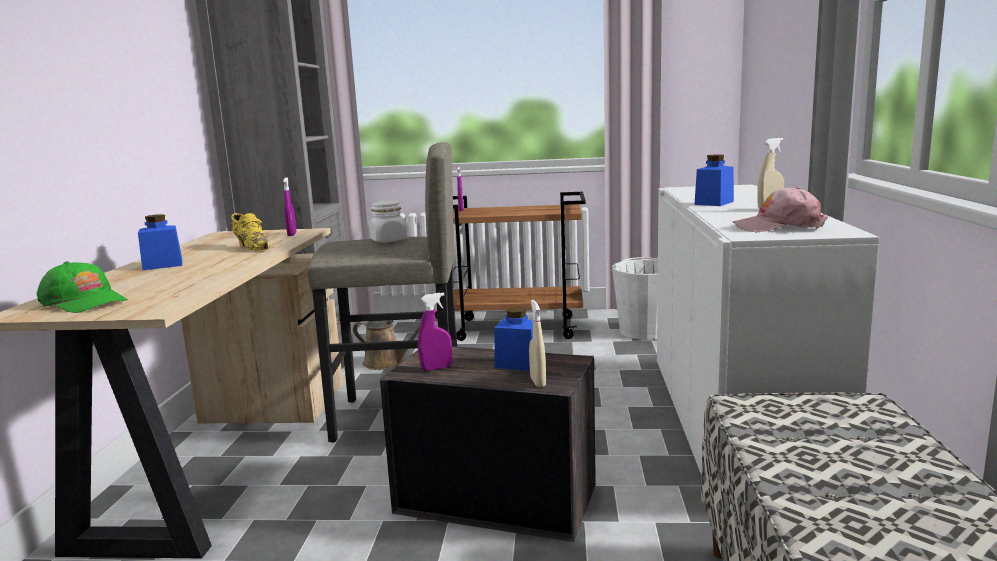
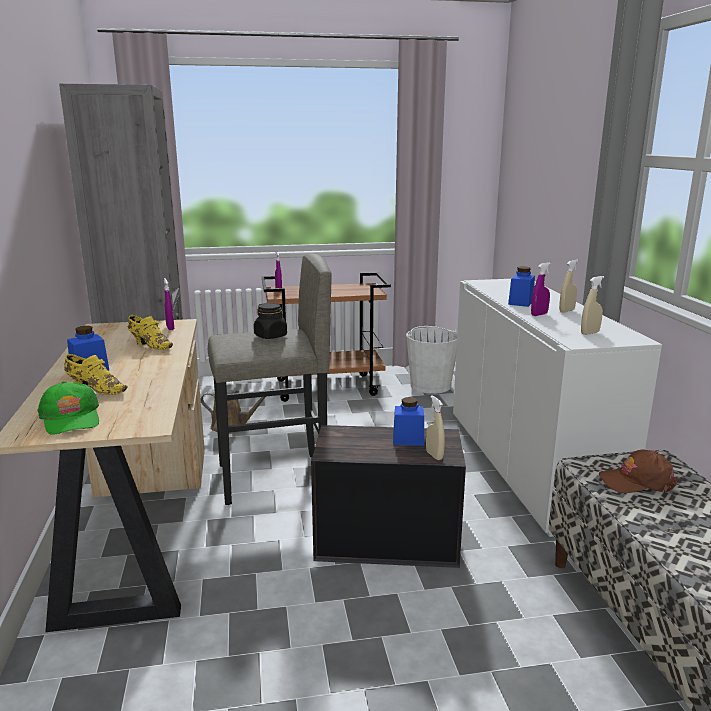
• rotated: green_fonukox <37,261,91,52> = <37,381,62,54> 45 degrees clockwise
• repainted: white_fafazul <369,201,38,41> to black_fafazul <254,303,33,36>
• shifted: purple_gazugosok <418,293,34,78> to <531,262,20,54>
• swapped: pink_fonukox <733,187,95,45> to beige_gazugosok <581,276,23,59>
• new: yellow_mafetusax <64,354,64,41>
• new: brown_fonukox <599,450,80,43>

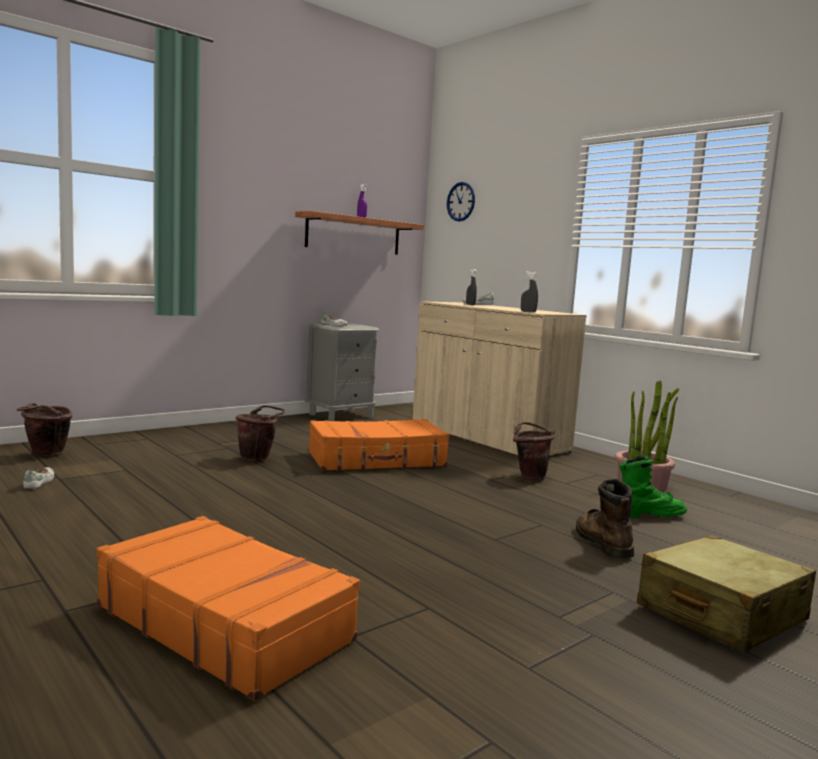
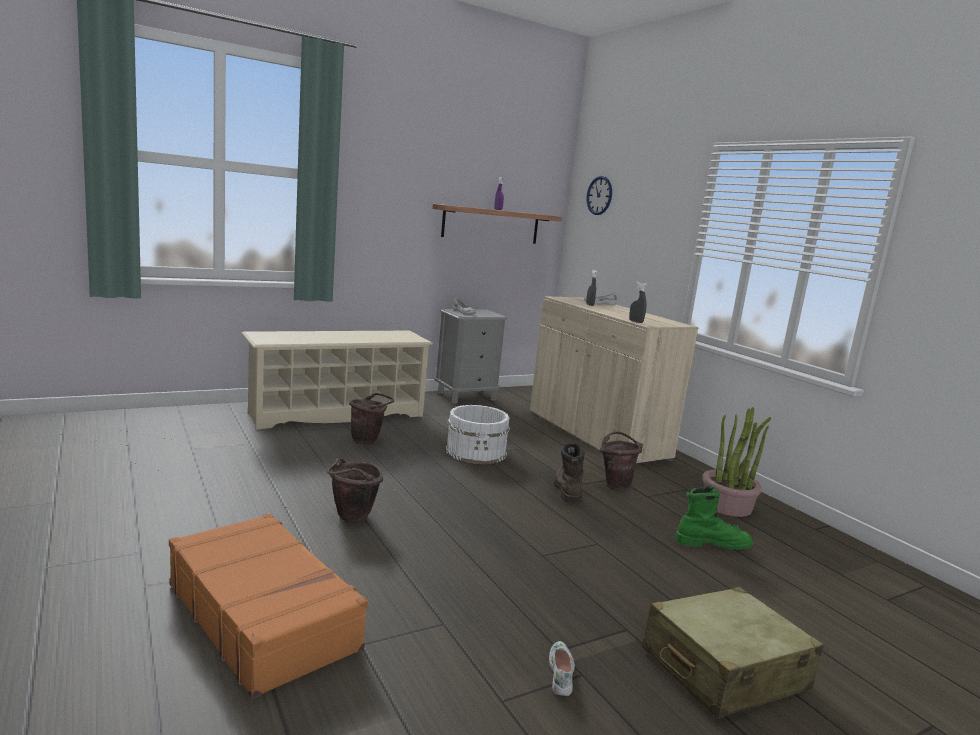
• shifted: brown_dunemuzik <17,403,55,55> to <327,458,56,65>
• shifted: white_mafetusax <23,467,31,21> to <549,641,26,55>
• swapped: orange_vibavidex <309,419,140,52> to white_dunemuzik <445,405,65,59>
• shifted: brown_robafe <576,479,58,79> to <553,443,32,60>
• new: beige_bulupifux <241,331,192,99>

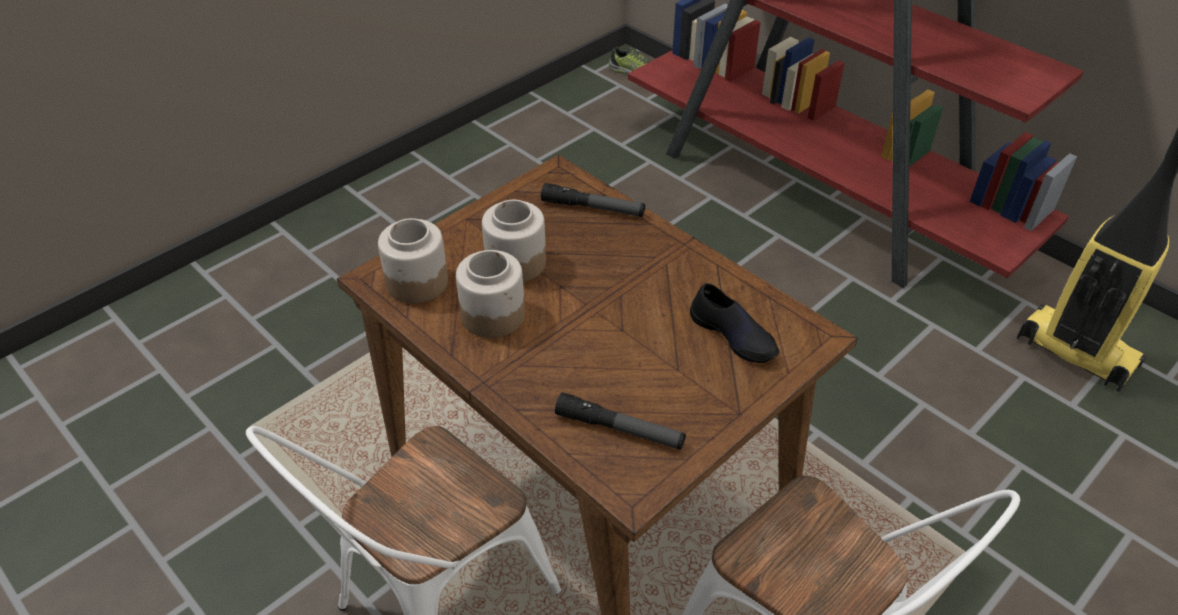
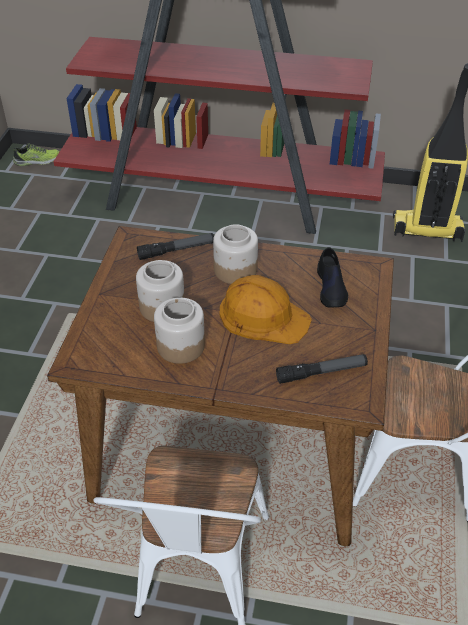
• shifted: fafazul <378,218,70,86> to <213,224,45,60>
• rotated: black_mafetusax <690,283,89,80> = <317,247,31,61> 75 degrees clockwise
• new: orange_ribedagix <220,275,92,69>

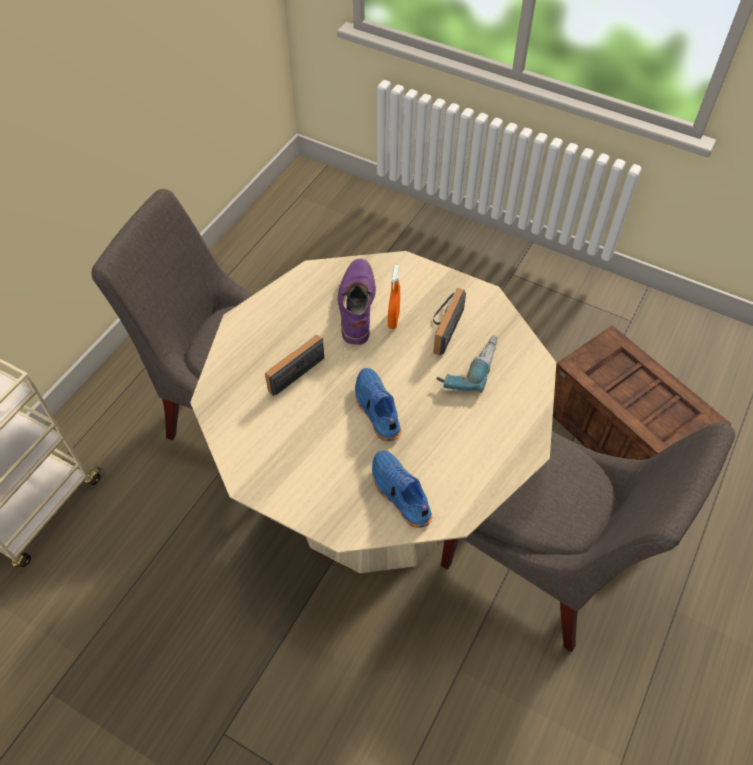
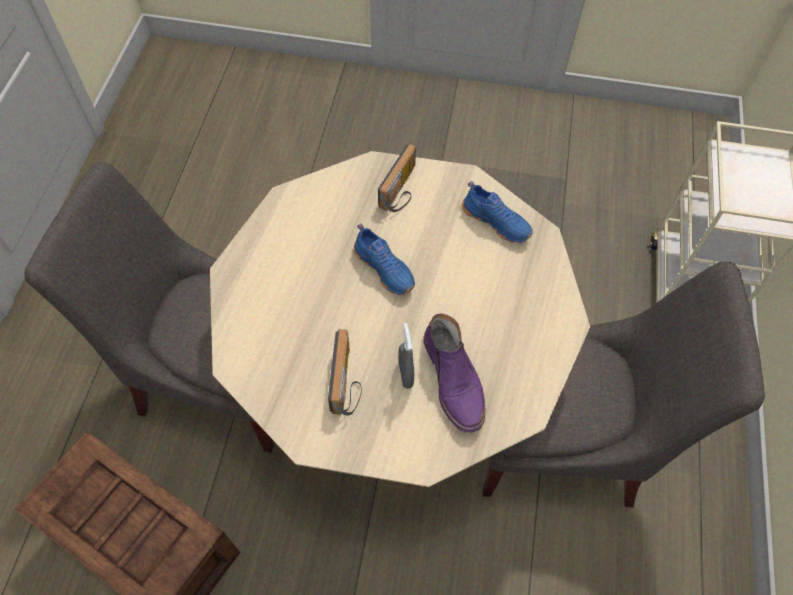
• shifted: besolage <265,335,59,61> to <378,144,38,68>
• shifted: blue_mafetusax <372,450,60,78> to <462,181,71,62>
• repainted: orange_gazugosok <388,265,12,64> to grey_gazugosok <399,323,15,66>
• gone: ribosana <437,335,60,58>

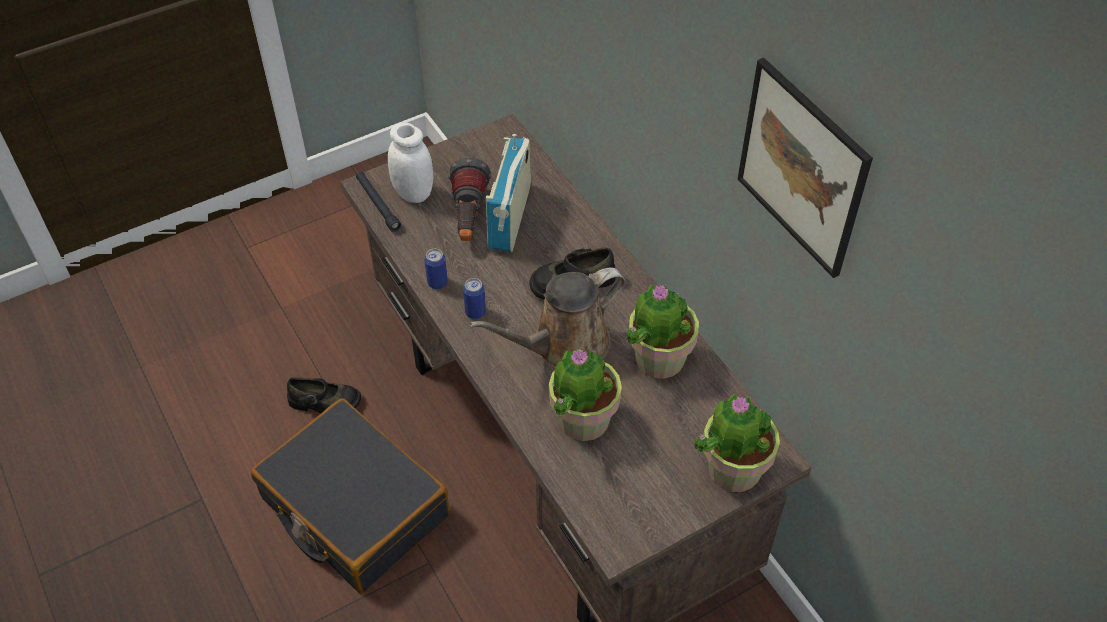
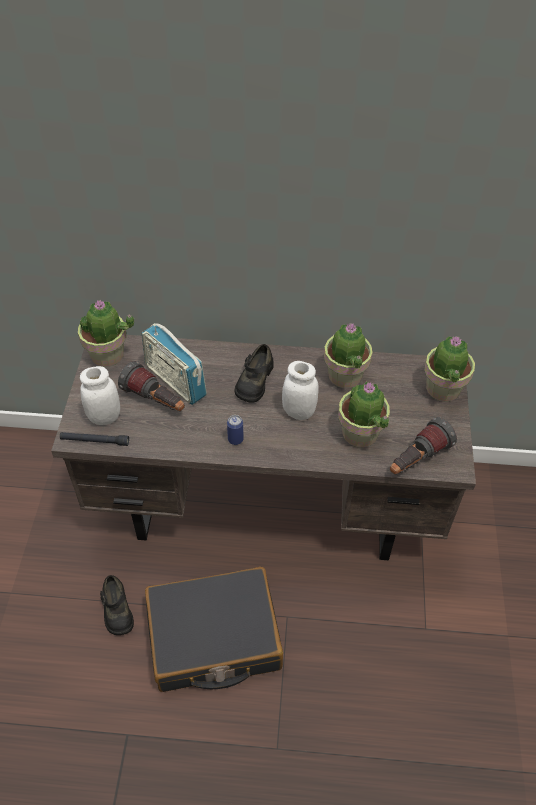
• rotated: black_mafetusax <287,378,74,36> = <100,575,34,60> 120 degrees clockwise
• gone: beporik <424,249,24,40>
• swapped: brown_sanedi <469,267,156,101> to white_fafazul <282,361,37,59>
• gone: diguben <738,58,135,220>
• new: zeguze <78,299,57,68>
• new: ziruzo <390,417,67,57>

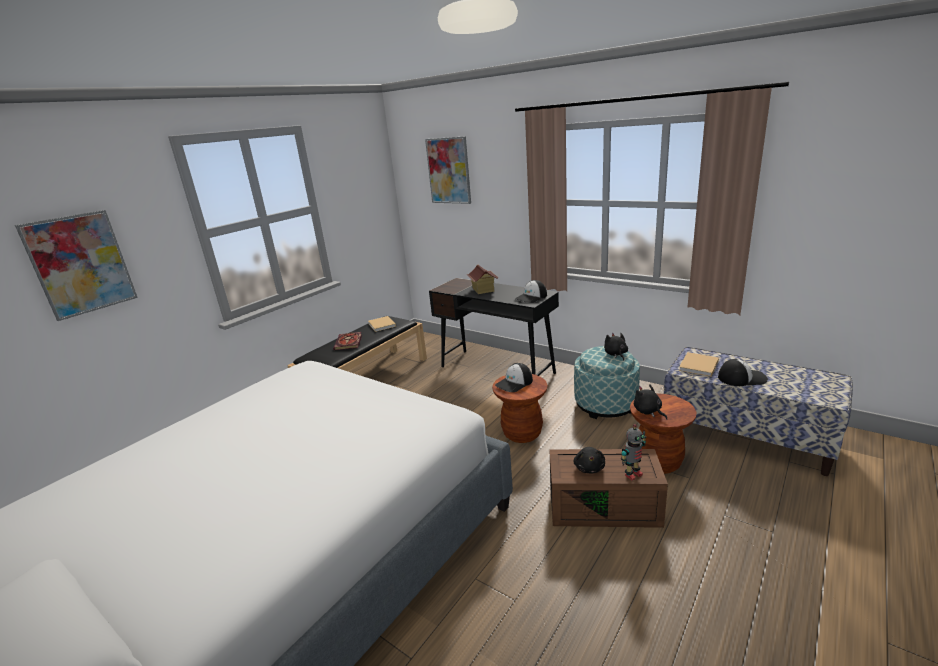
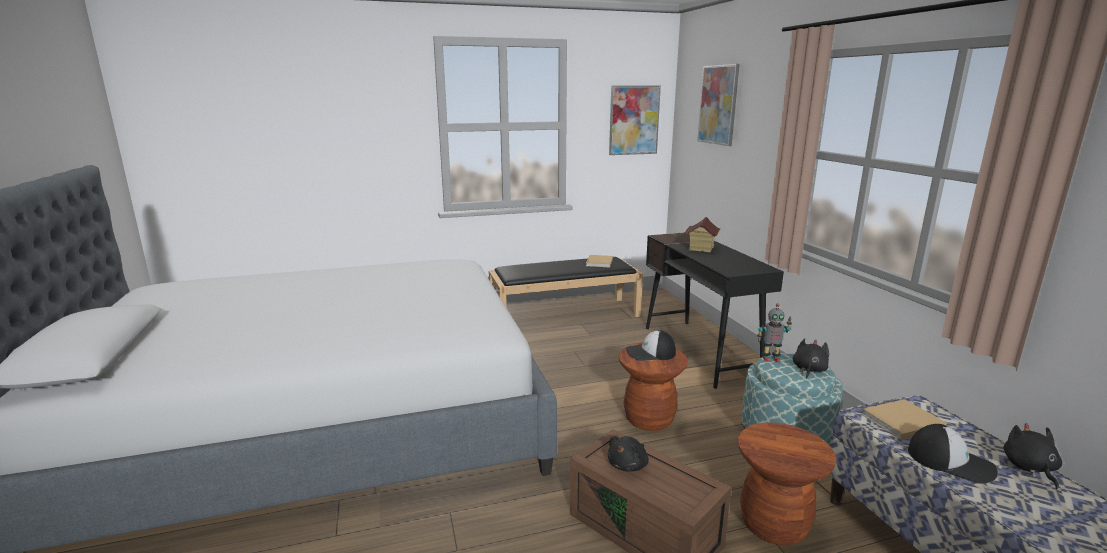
• shifted: diguben <15,210,123,111> to <609,86,52,69>
• gone: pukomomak <333,332,29,18>
• gone: fonukox <515,280,32,23>
• shifted: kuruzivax <621,424,25,57> to <757,304,35,58>
• shifted: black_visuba <634,385,33,35> to <1004,423,58,66>

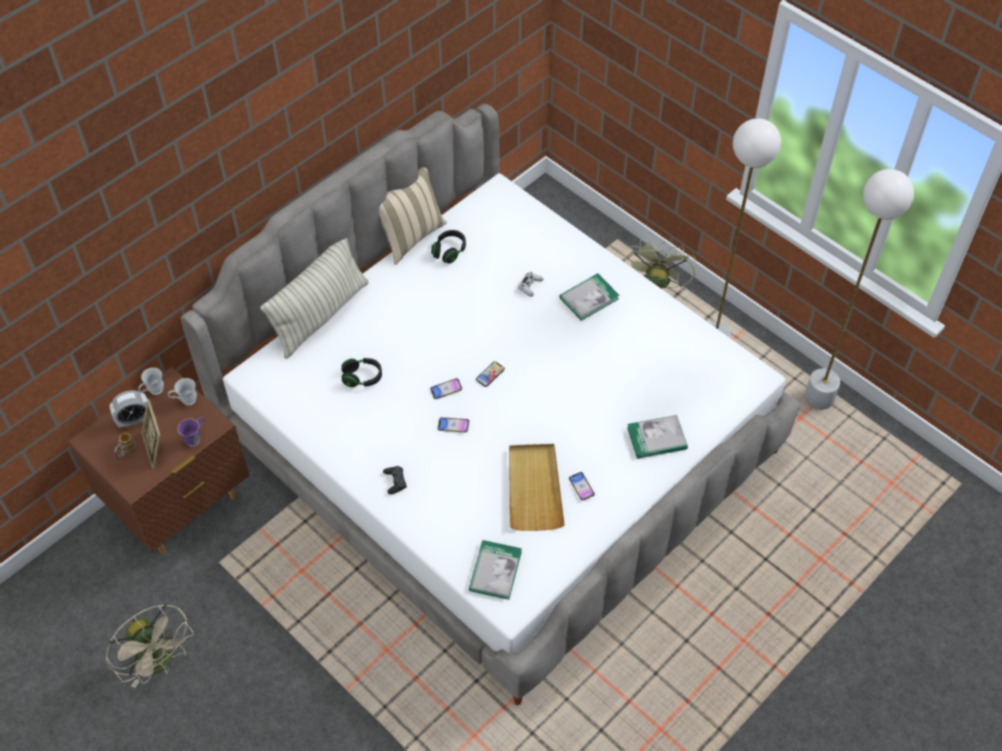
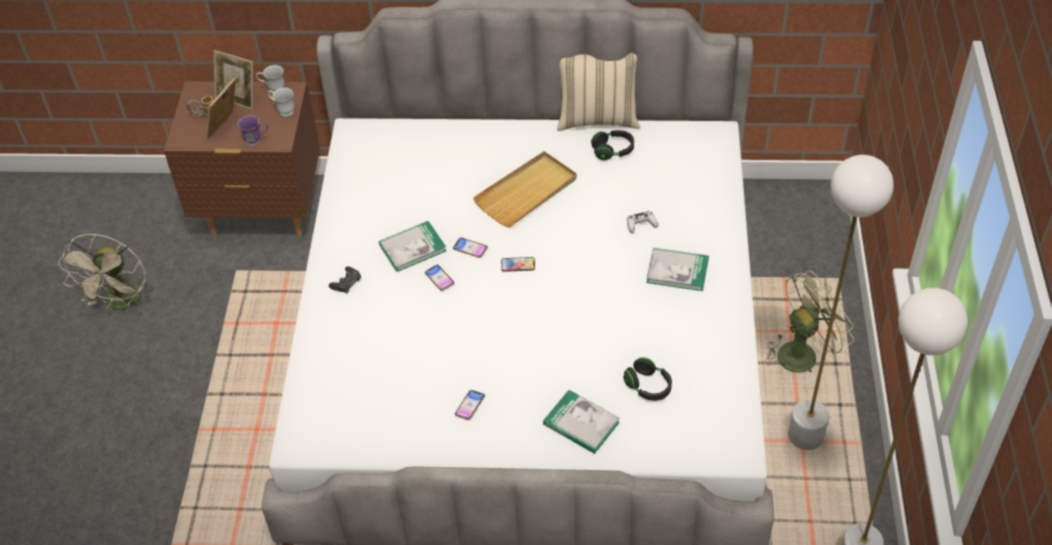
• swapped: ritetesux <109,390,38,38> to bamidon <214,50,39,60>
• gone: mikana <260,238,109,121>
• shifted: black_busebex <341,358,41,29> to <623,357,49,44>
• shifted: pukomomak <469,540,53,60> to <379,221,67,51>
• shifted: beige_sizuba <509,444,56,87> to <473,151,104,76>

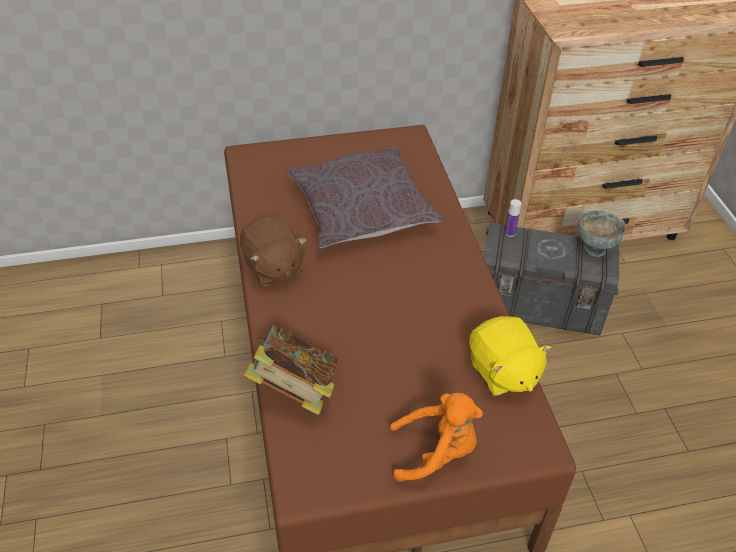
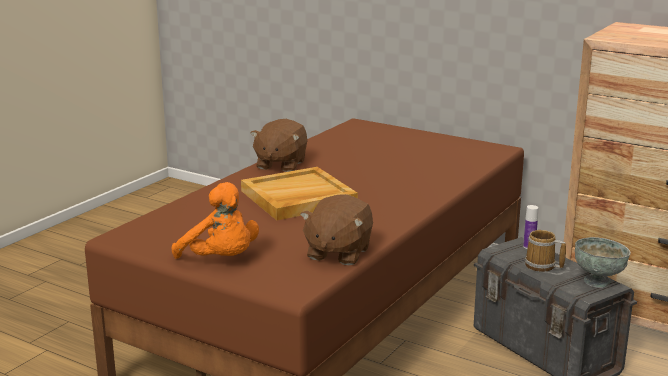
• gone: pukomomak <244,325,95,90>
• gone: grey_mikana <286,146,156,102>
• repainted: yellow_visuba <469,316,83,80> to brown_visuba <300,194,73,71>
• new: beige_sizuba <241,167,117,53>
• new: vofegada <525,230,41,42>

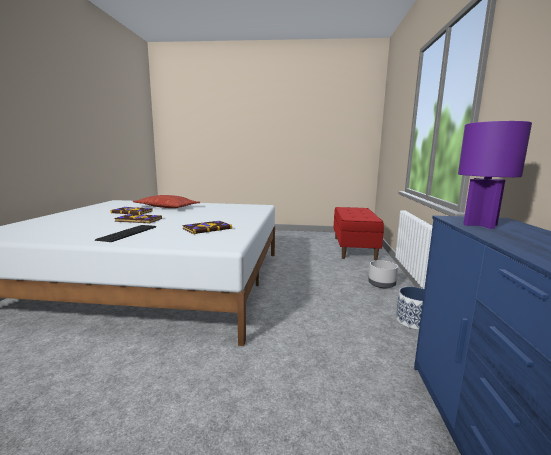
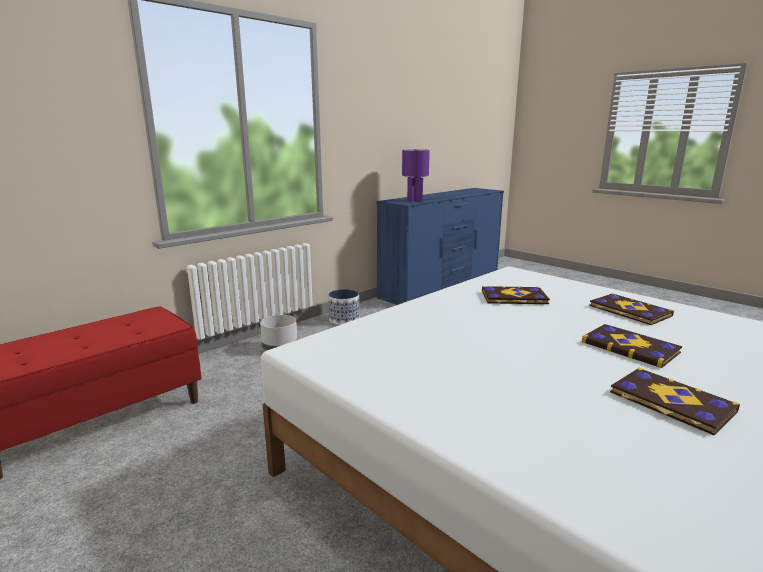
• swapped: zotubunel <95,225,61,17> to pukomomak <589,293,85,32>
• gone: mikana <133,195,67,13>

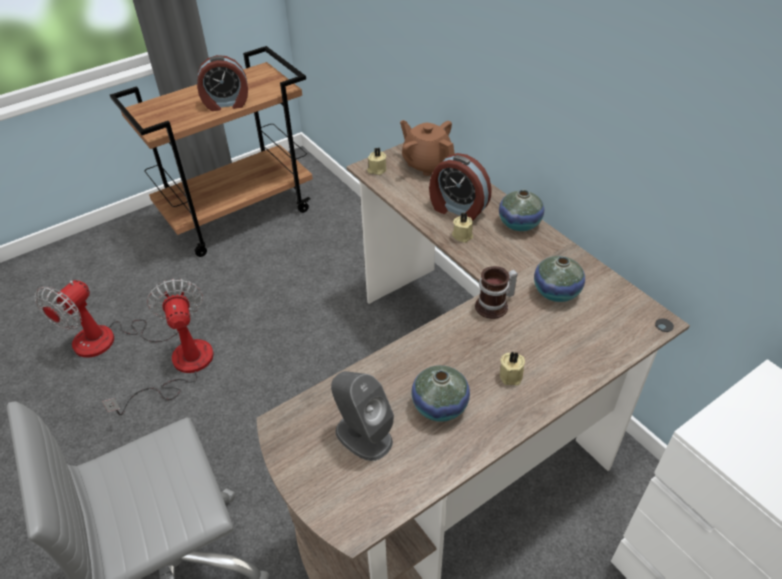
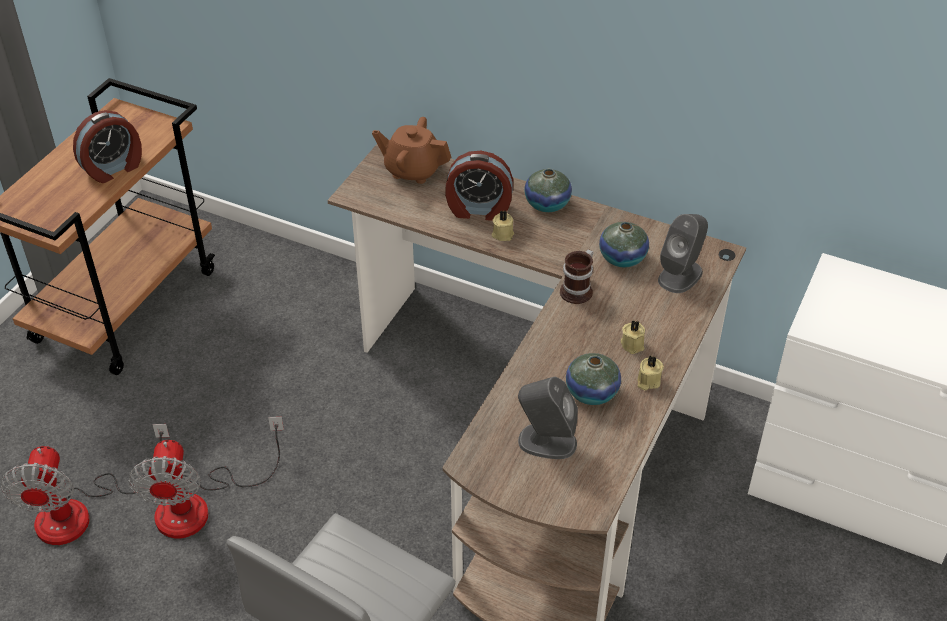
• rotated: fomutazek <102,279,112,136> = <128,417,156,121> 135 degrees counterclockwise
• shifted: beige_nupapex <367,147,19,28> to <638,356,26,34>
• new: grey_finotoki <658,214,50,79>

